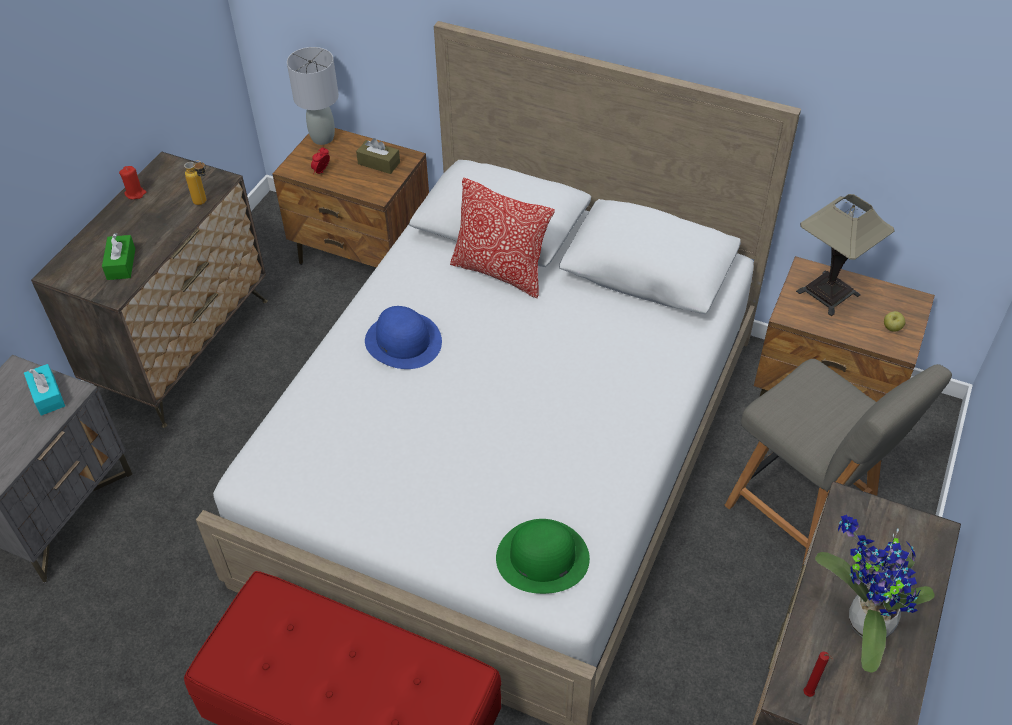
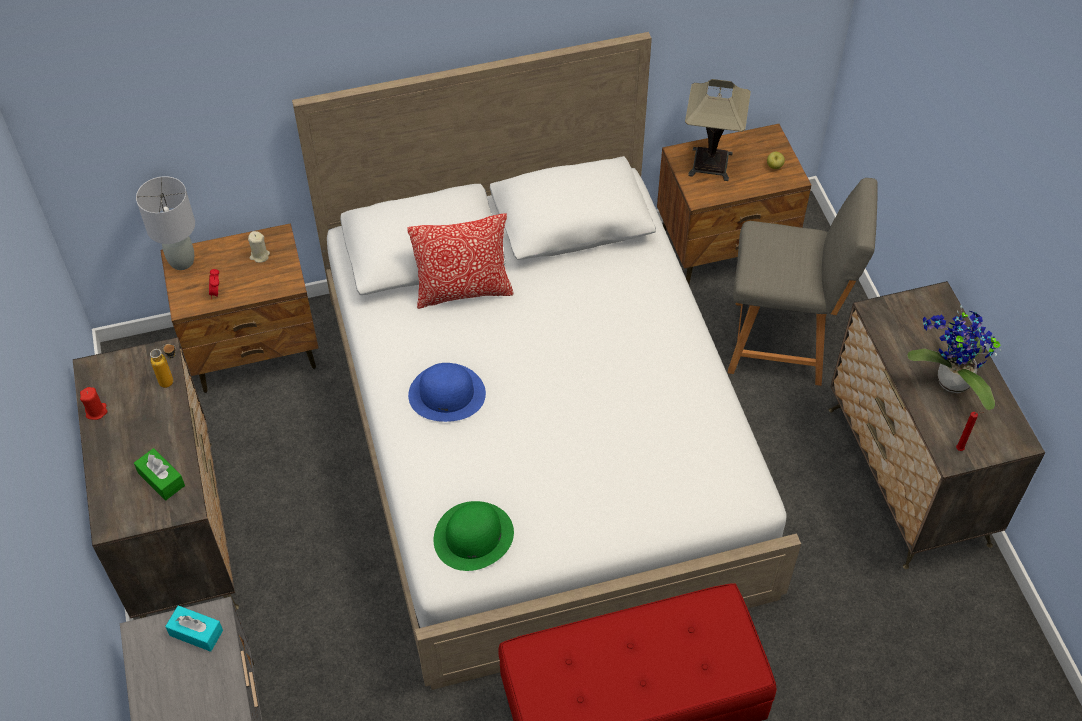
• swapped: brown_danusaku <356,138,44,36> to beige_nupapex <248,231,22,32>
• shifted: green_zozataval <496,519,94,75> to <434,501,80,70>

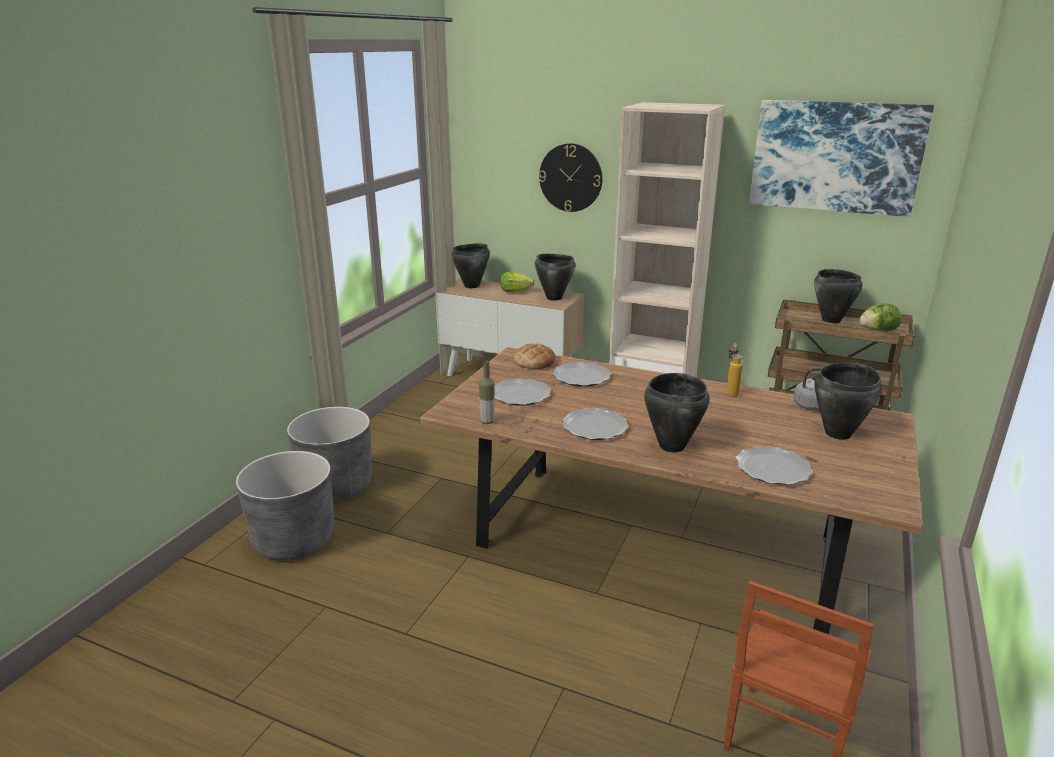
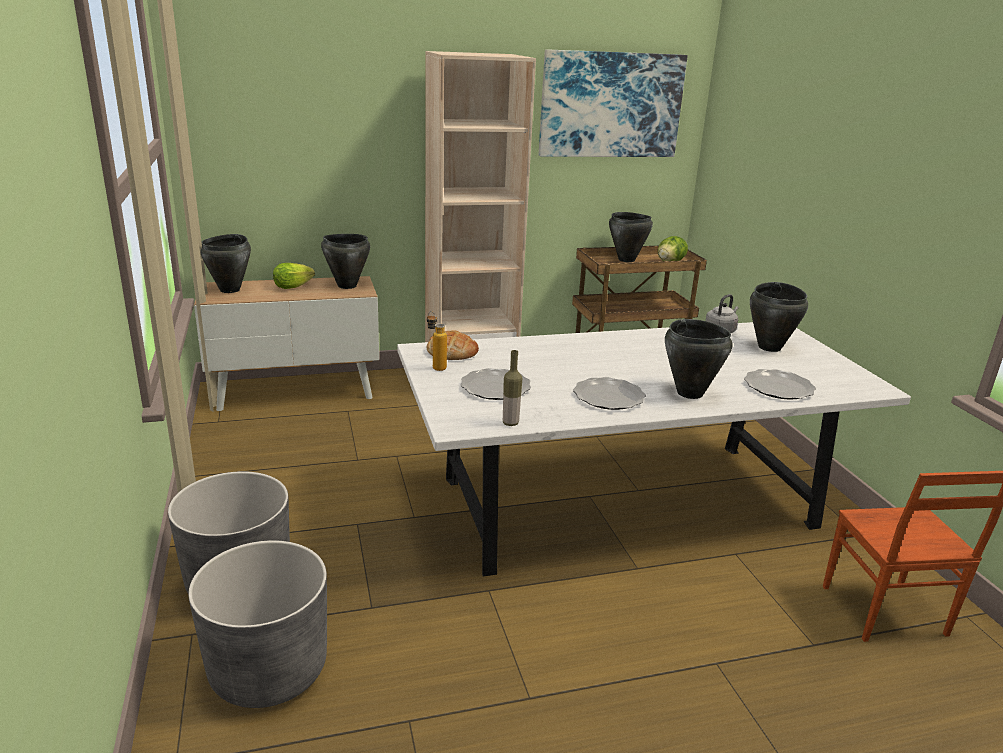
• repainted: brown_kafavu <420,347,503,287> to white_kafavu <397,322,514,254>
• gone: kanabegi <539,143,63,69>
• gone: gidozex <553,362,58,25>
• shifted: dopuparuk <726,343,17,54> to <427,311,20,60>

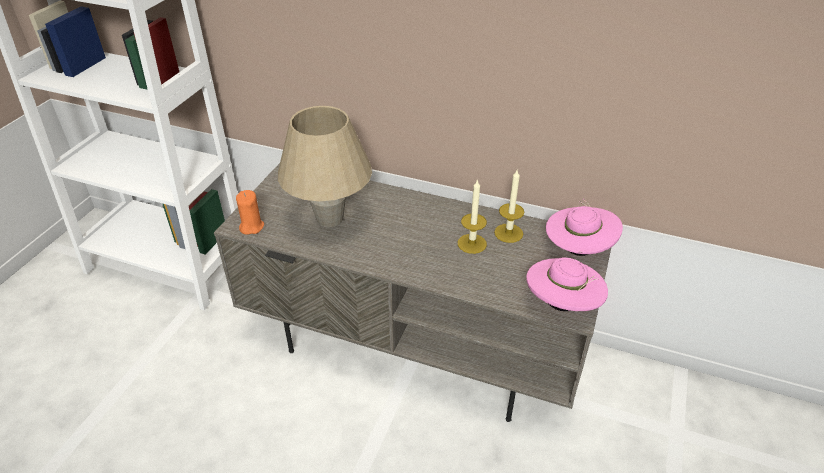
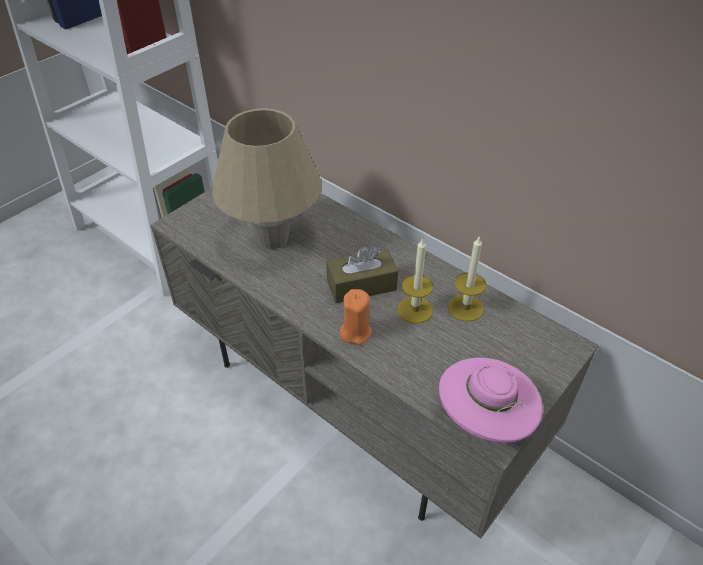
• shifted: orange_nupapex <236,190,28,45> to <340,289,32,56>
• gone: pink_zozataval <546,199,77,57>
• new: brown_danusaku <326,247,72,56>

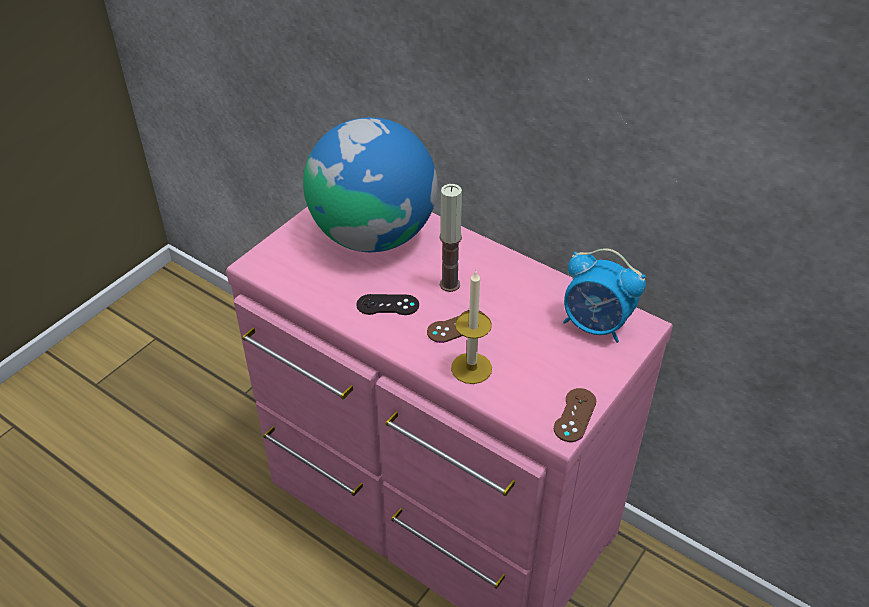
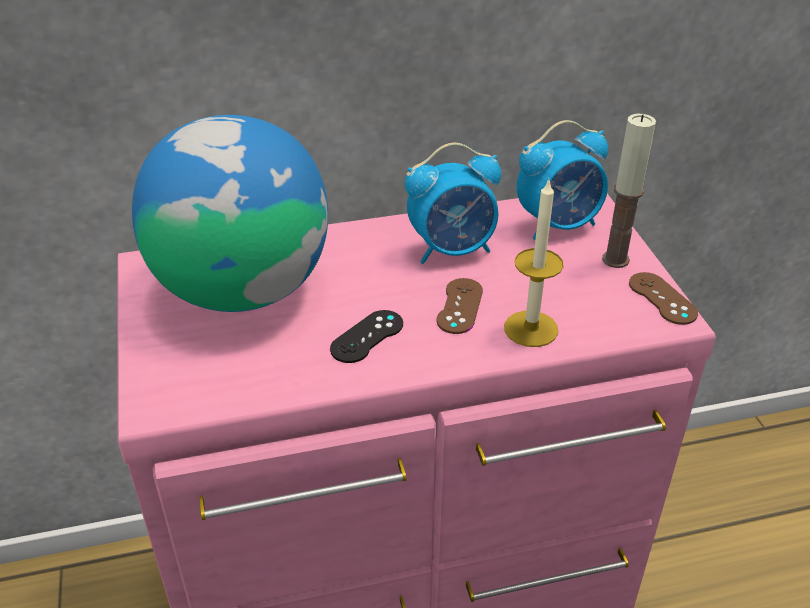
• shifted: nupapex <440,184,22,108> to <602,114,54,154>
• new: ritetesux <405,143,96,121>

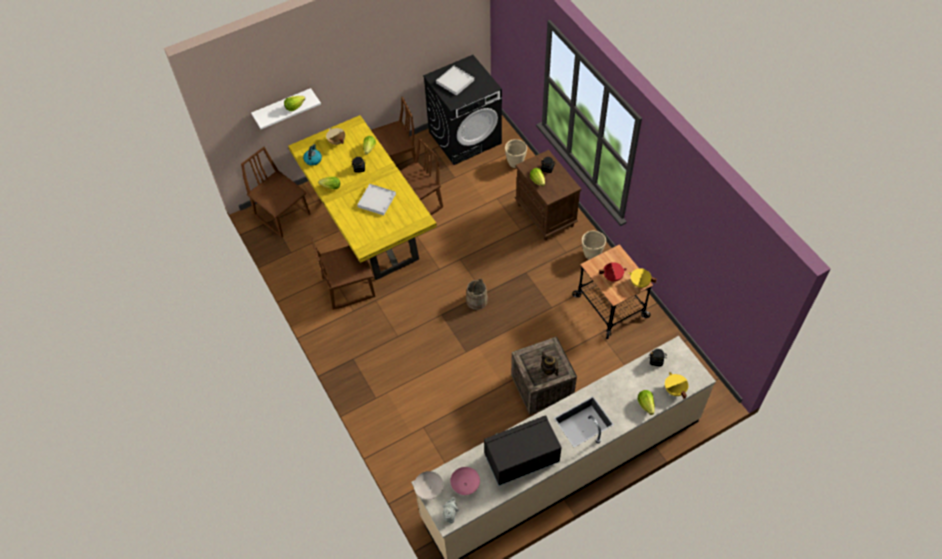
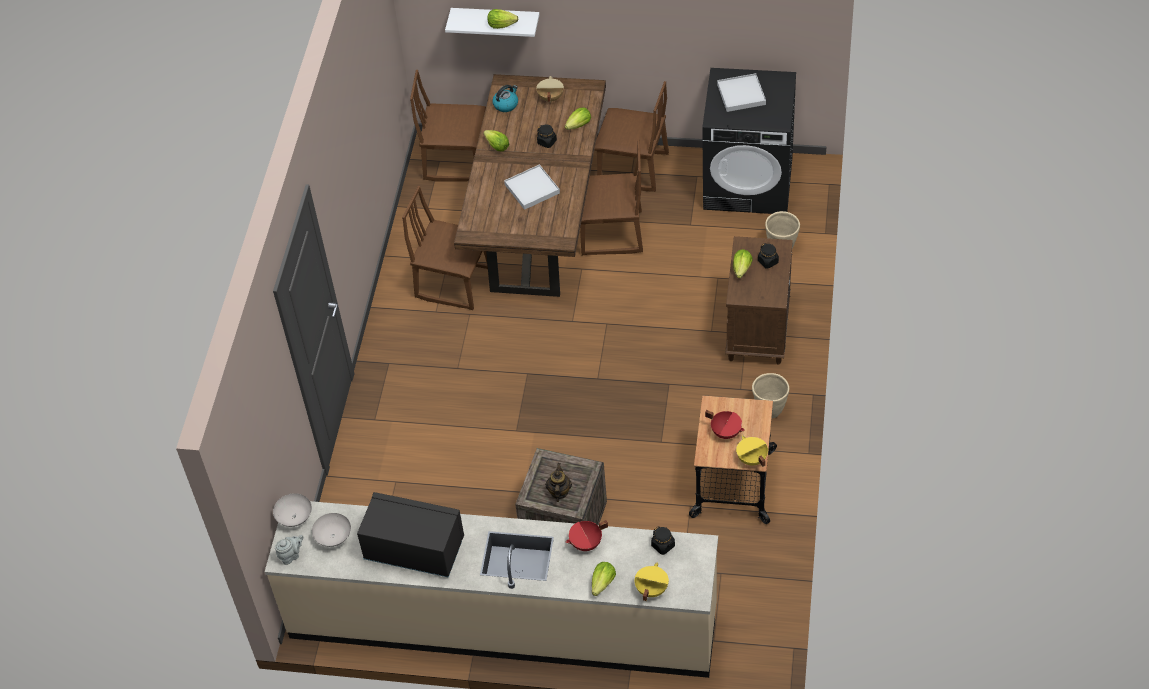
• rotated: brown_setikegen <241,147,70,91> = <410,70,76,111> 75 degrees counterclockwise
• repainted: yellow_kafavu <288,115,149,165> to brown_kafavu <454,74,152,223>
• repainted: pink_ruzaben <450,467,30,28> to white_ruzaben <312,513,39,34>
• gone: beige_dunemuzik <466,279,22,31>
• new: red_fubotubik <566,520,42,31>

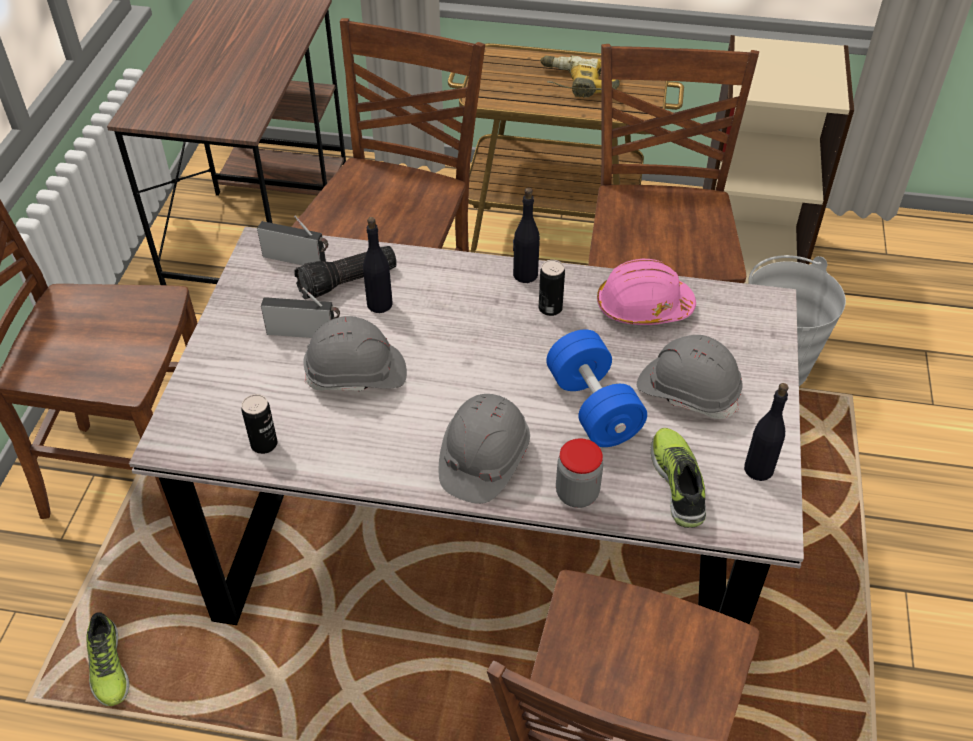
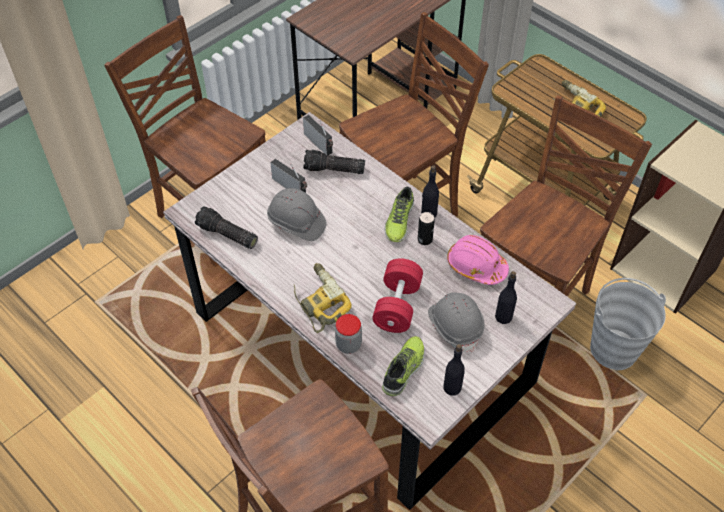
• shifted: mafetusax <86,612,44,94> to <384,187,30,55>
• swapped: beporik <241,394,37,60> to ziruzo <195,206,63,43>
• shifted: black_dopuparuk <363,217,30,96> to <495,271,22,53>
• swapped: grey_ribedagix <439,394,91,110> to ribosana <294,263,58,70>
• repainted: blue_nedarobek <546,329,101,118> to red_nedarobek <373,258,50,75>

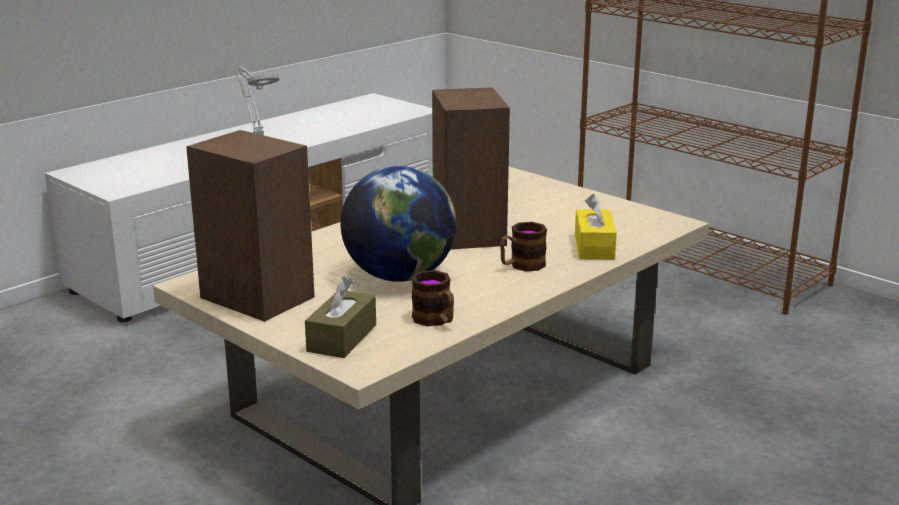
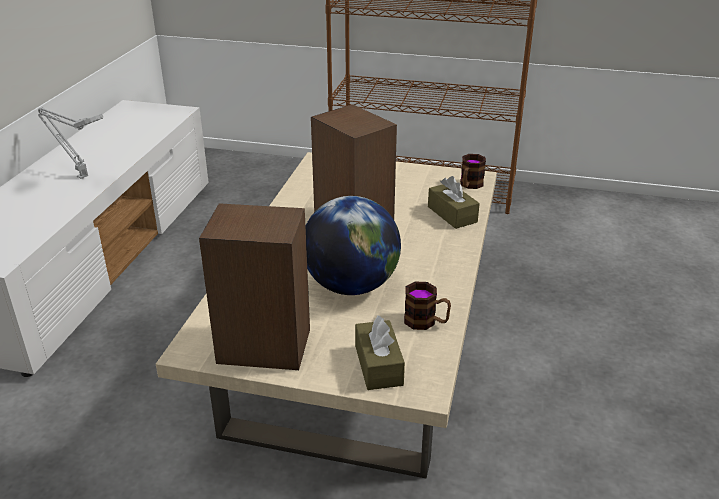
• shifted: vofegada <500,222,47,50> to <460,154,26,35>
• repainted: yellow_danusaku <575,194,42,65> to brown_danusaku <428,176,52,53>

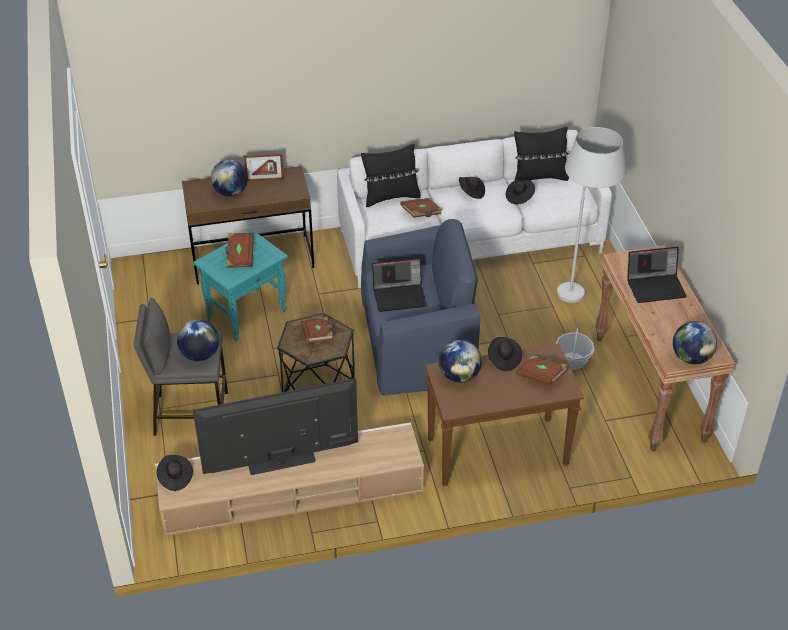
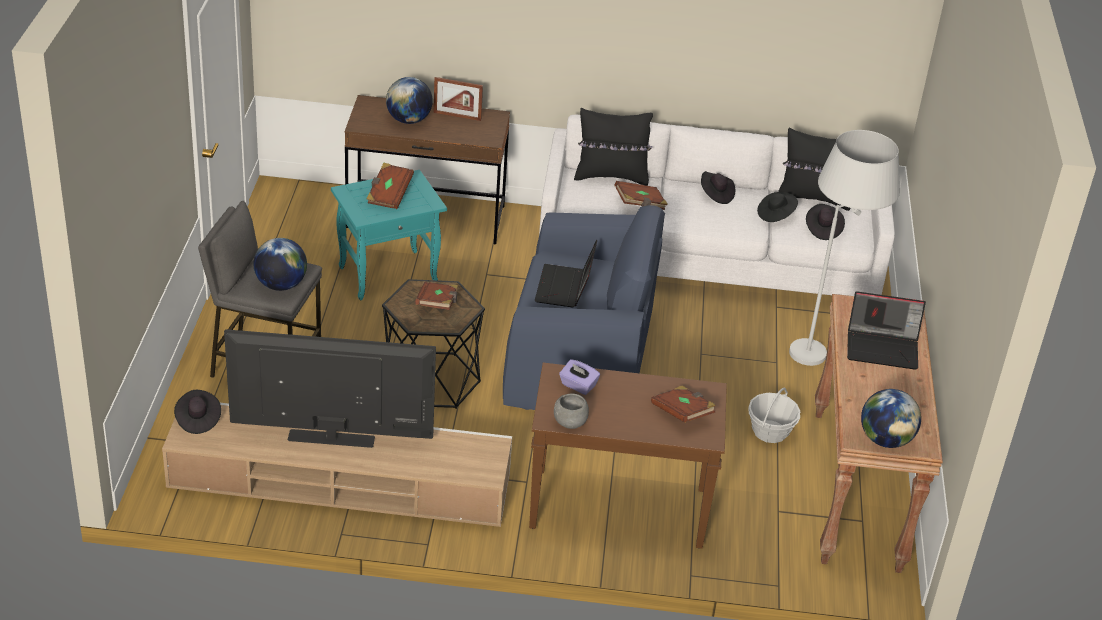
• rotated: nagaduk <372,258,55,54> = <535,240,62,68> 90 degrees clockwise
• swapped: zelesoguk <439,339,43,44> to purple_danusaku <559,359,41,36>
• shifted: black_zozataval <488,337,34,34> to <806,204,39,36>
• new: grey_ruzaben <554,393,35,36>

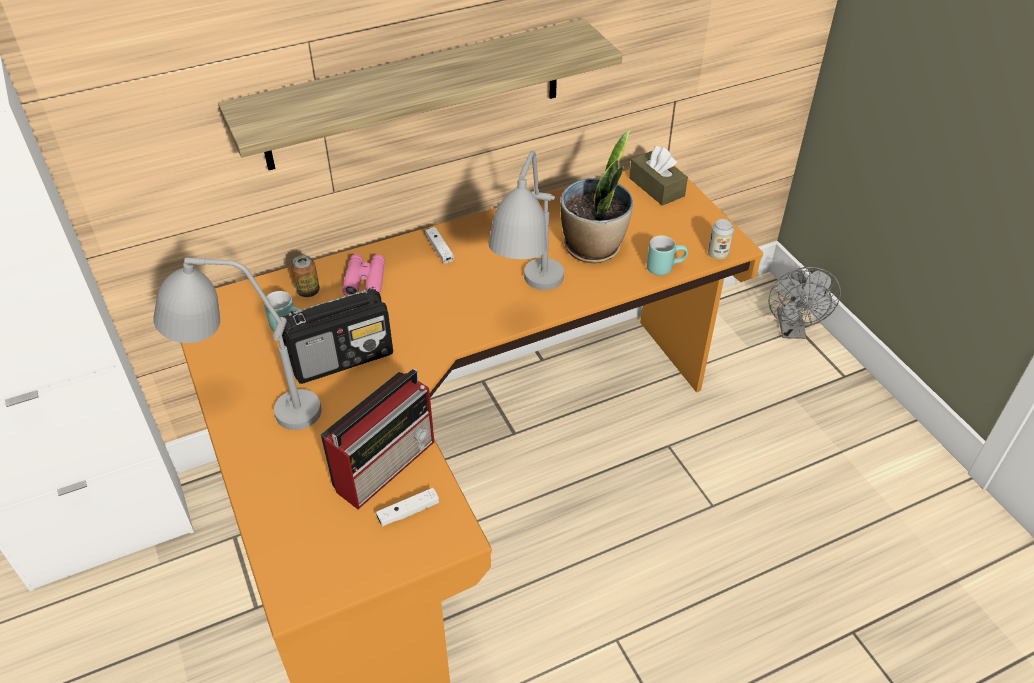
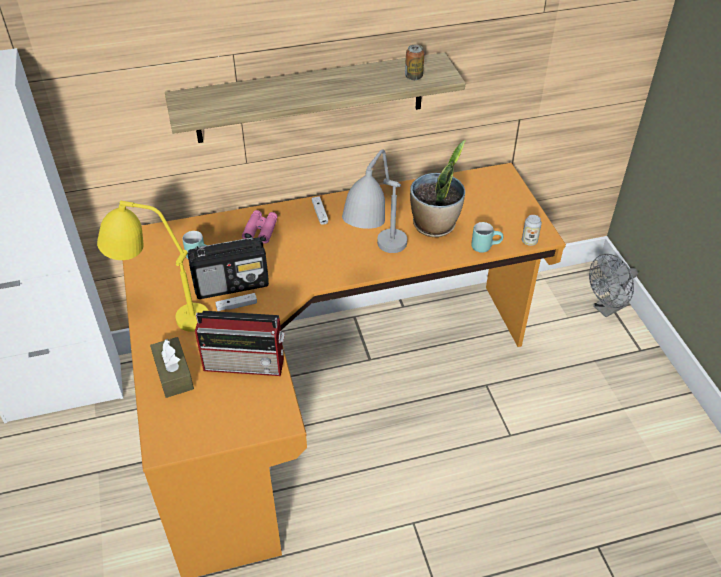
• repainted: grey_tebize <153,257,169,173> to yellow_tebize <97,201,111,130>
• shifted: beporik <291,255,29,42> to <405,44,20,36>
• rotated: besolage <321,369,113,140> = <195,311,90,65> 45 degrees clockwise
• shifted: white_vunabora <376,488,63,38> to <215,293,42,18>
• shifted: brown_danusaku <629,146,59,60> to <150,337,44,61>
• rotated: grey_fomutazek <769,267,72,72> = <589,254,49,63> 45 degrees clockwise

